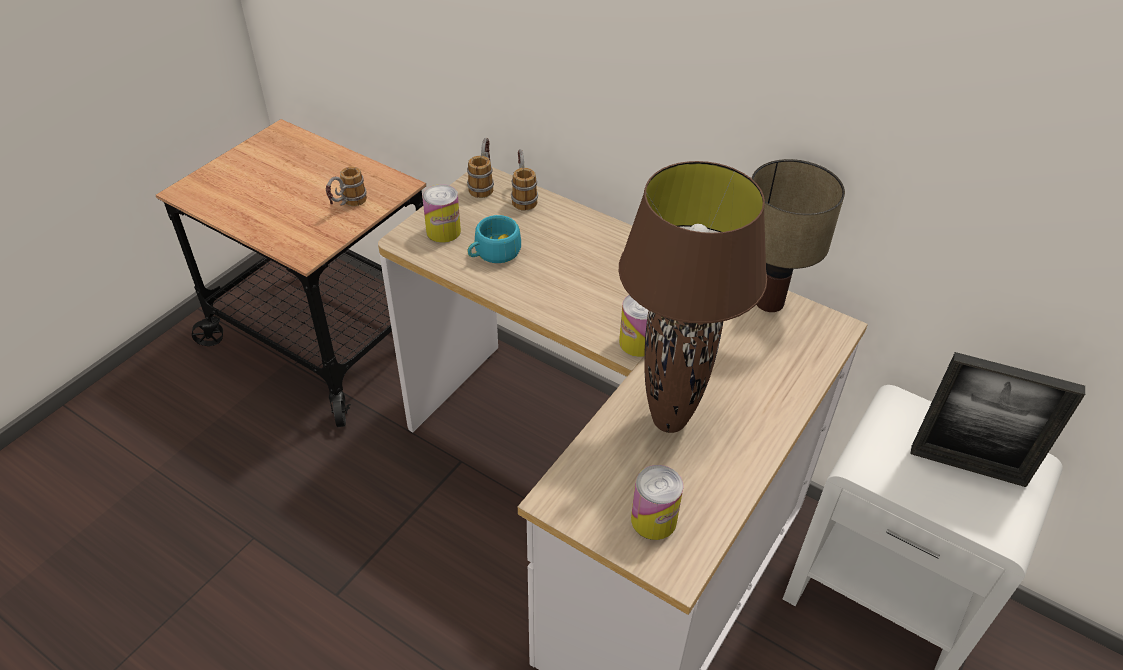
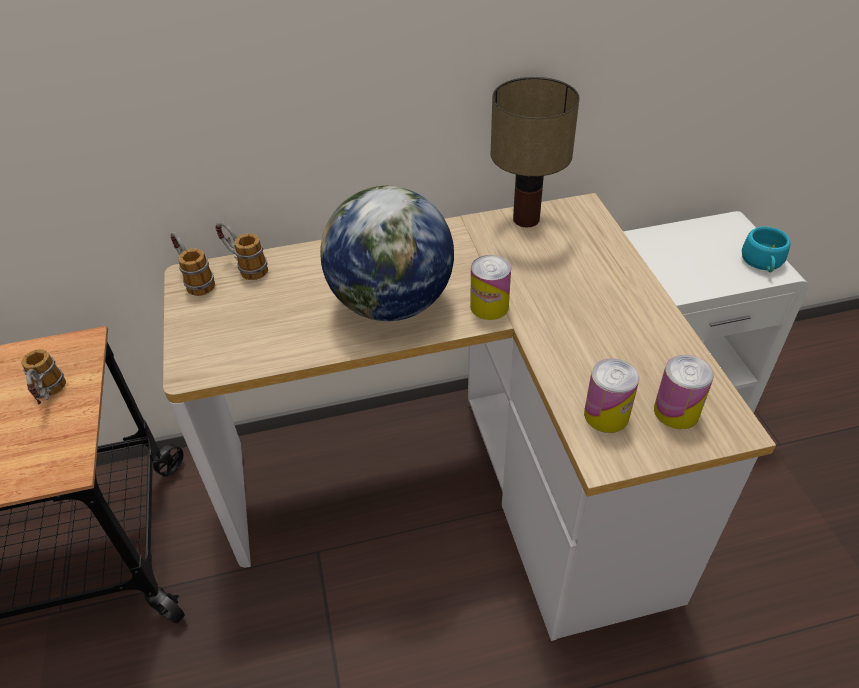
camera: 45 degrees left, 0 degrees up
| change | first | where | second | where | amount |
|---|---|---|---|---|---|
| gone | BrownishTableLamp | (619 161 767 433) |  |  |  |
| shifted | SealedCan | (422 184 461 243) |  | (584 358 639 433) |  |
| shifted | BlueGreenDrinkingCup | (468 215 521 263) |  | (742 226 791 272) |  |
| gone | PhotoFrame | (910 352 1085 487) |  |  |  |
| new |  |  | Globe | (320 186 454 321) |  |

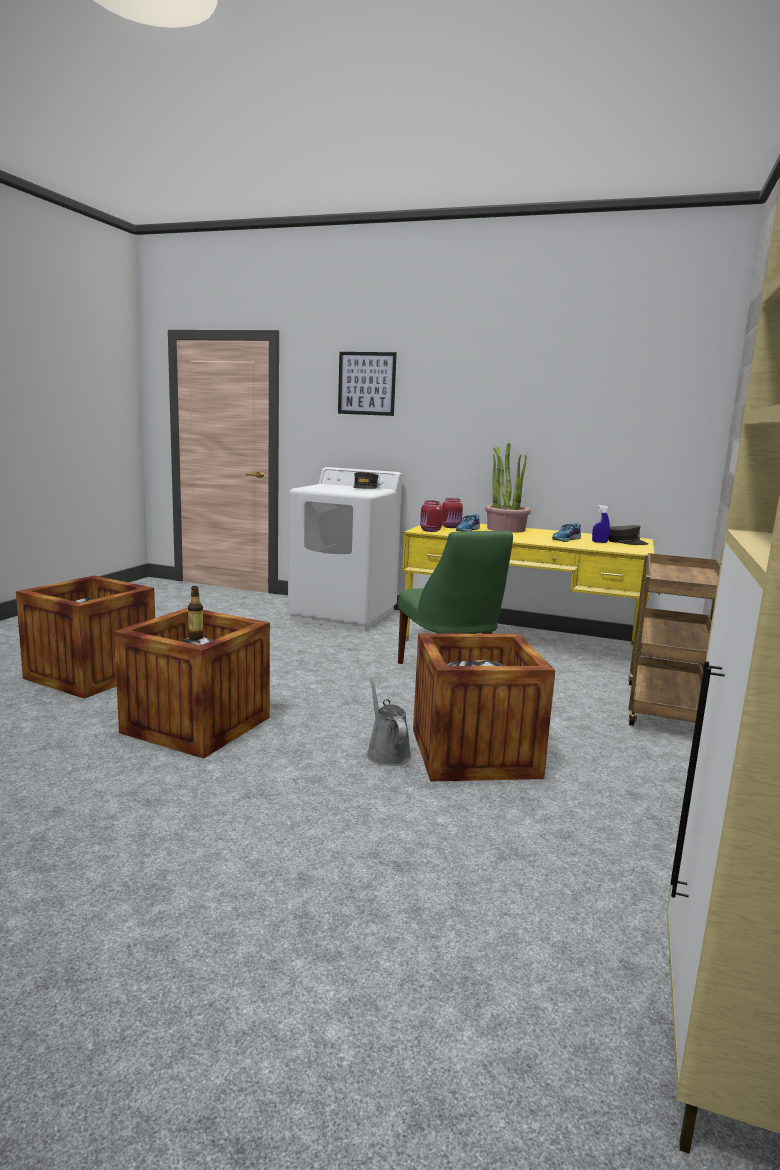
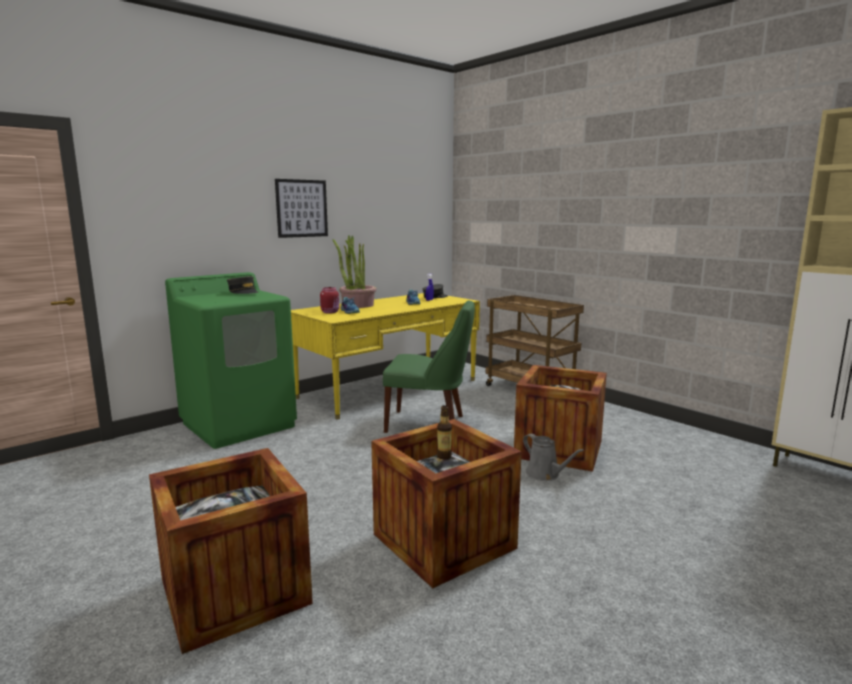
camera: 60 degrees left, 0 degrees up
| change | first | where | second | where | amount |
|---|---|---|---|---|---|
| shifted | Picture | (338 352 397 416) |  | (275 179 328 238) |  |
| repainted | WhiteColouredLaundryAppliance | (288 467 402 631) | GreenColouredLaundryAppliance | (165 272 297 449) |  |
| gone | RedPreserveJar | (420 501 443 532) |  |  |  |
| rotated | GrayWateringPot | (367 678 411 766) |  | (523 434 584 481) | 135 degrees counterclockwise |

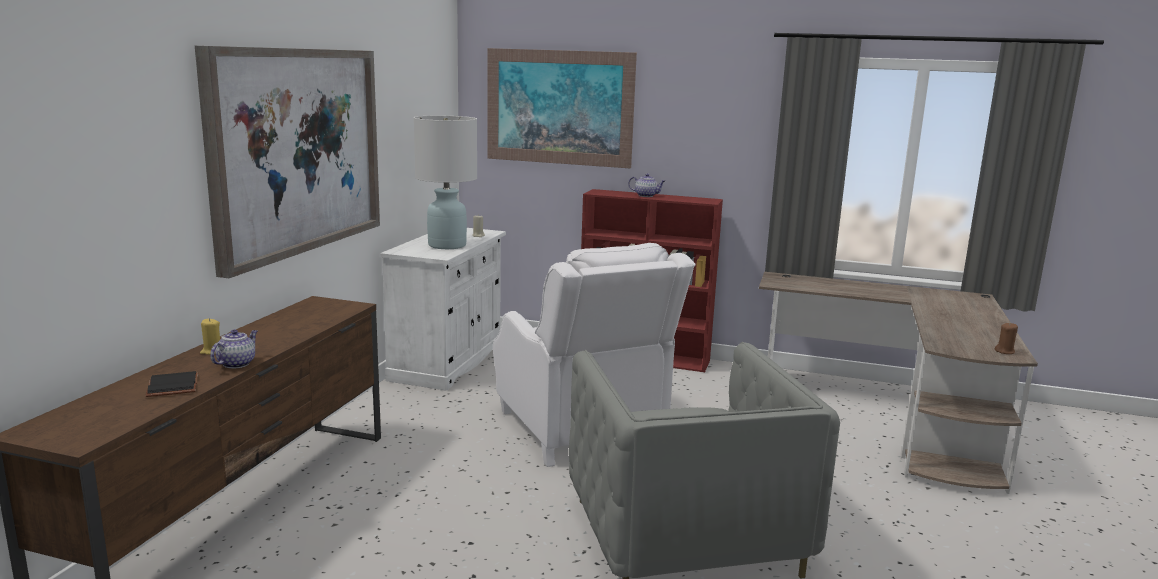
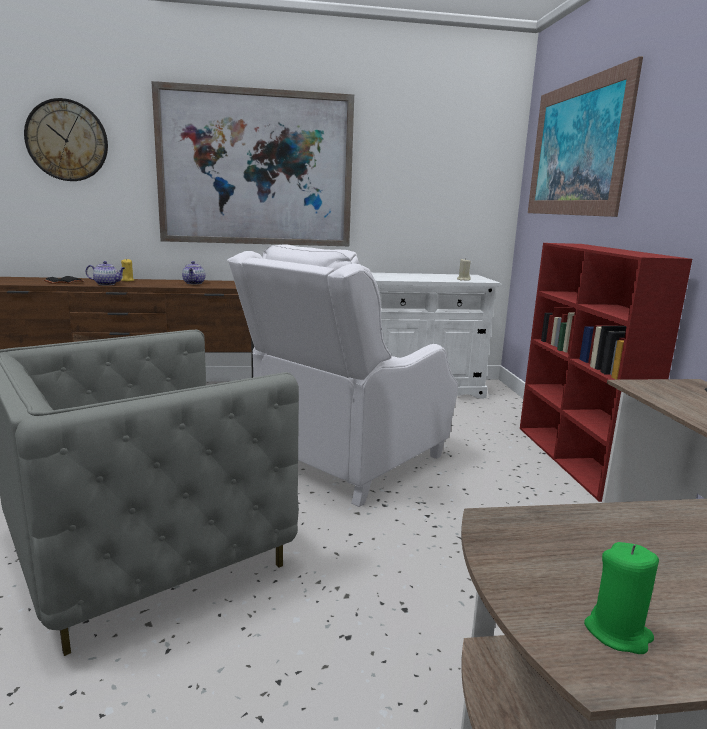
camera: 65 degrees right, 0 degrees up
| change | first | where | second | where | amount |
|---|---|---|---|---|---|
| gone | WhiteColouredTableLamp | (414 116 477 249) |  |  |  |
| shifted | Teapot | (628 174 665 197) |  | (182 261 206 284) |  |
| repainted | BrownishWaxLight | (995 322 1018 354) | GreenColouredWaxLight | (584 542 659 654) |  |
| new |  |  | HangingClock | (24 98 108 181) |  |

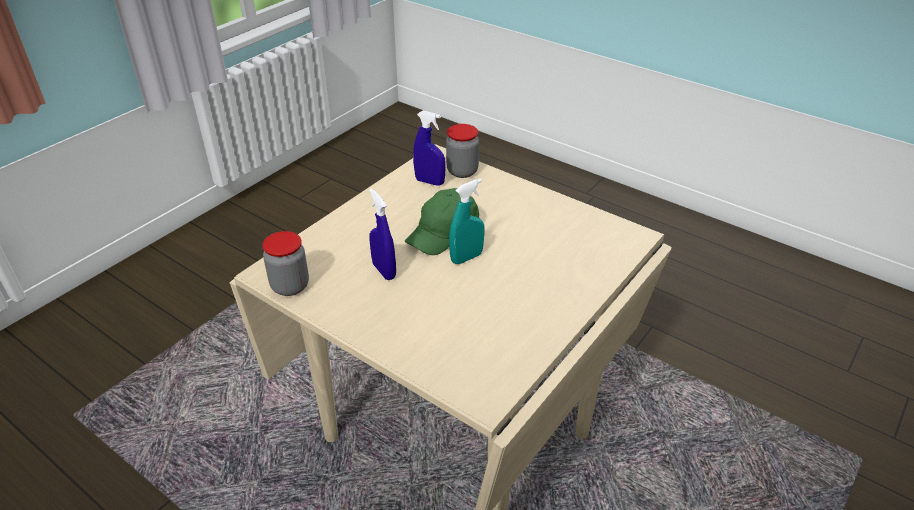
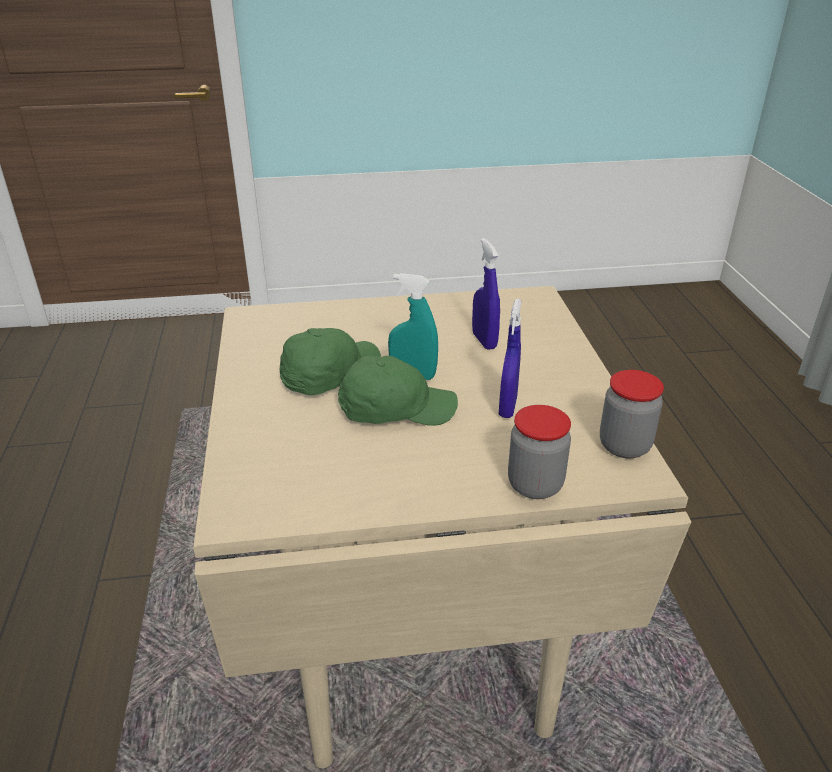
camera: 135 degrees left, 5 degrees down
| change | first | where | second | where | amount |
|---|---|---|---|---|---|
| shifted | BlueSprayer | (413 111 446 186) |  | (472 238 500 350) |  |
| shifted | PreserveJar | (446 124 479 178) |  | (508 405 571 499) |  |
| new |  |  | GreenColouredCap | (280 328 381 395) |  |

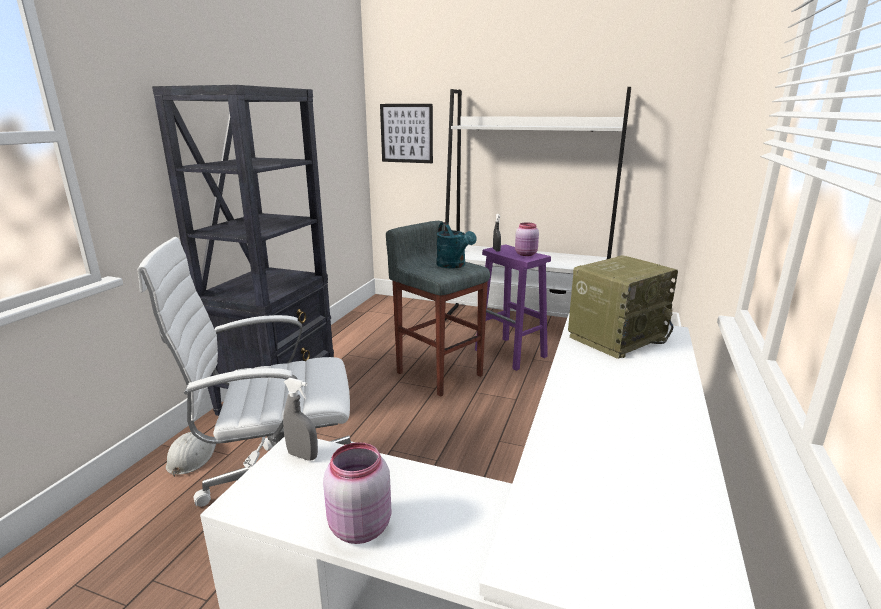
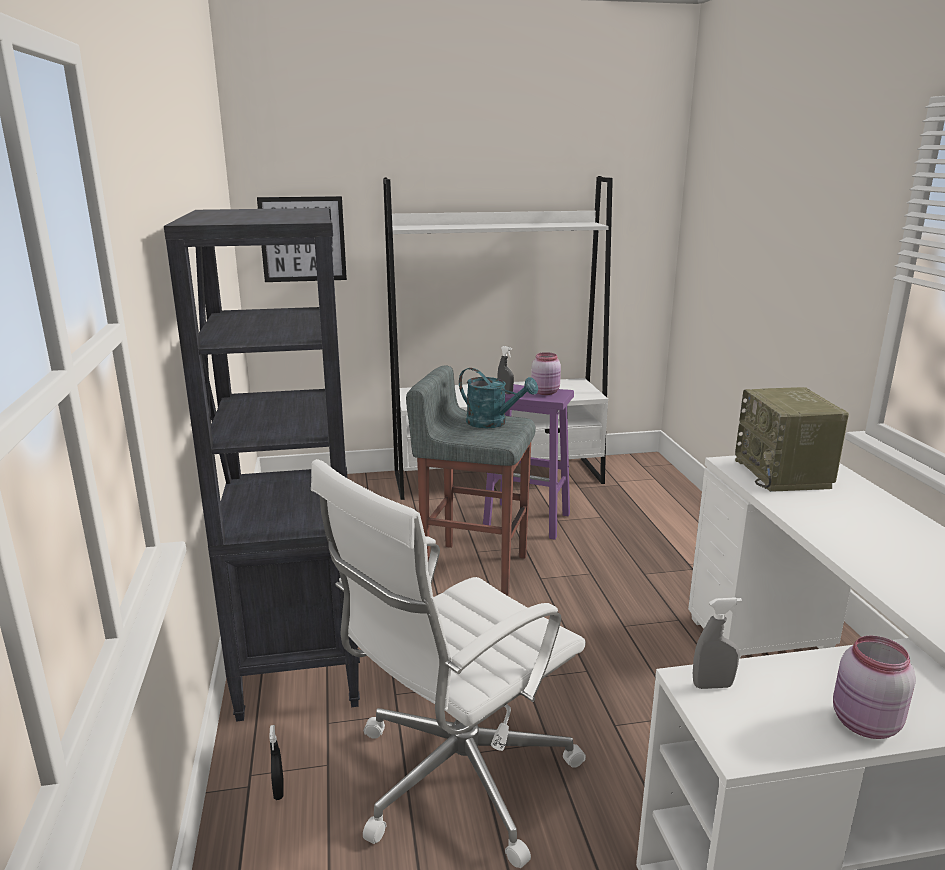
camera: 30 degrees left, 0 degrees up
| change | first | where | second | where | amount |
|---|---|---|---|---|---|
| rotated | RadioSet | (568 255 678 359) |  | (735 387 849 492) | 150 degrees clockwise |
| swapped | WhiteColouredWorkHelmet | (166 432 216 477) | BlackSprayer | (269 725 284 800) |  |

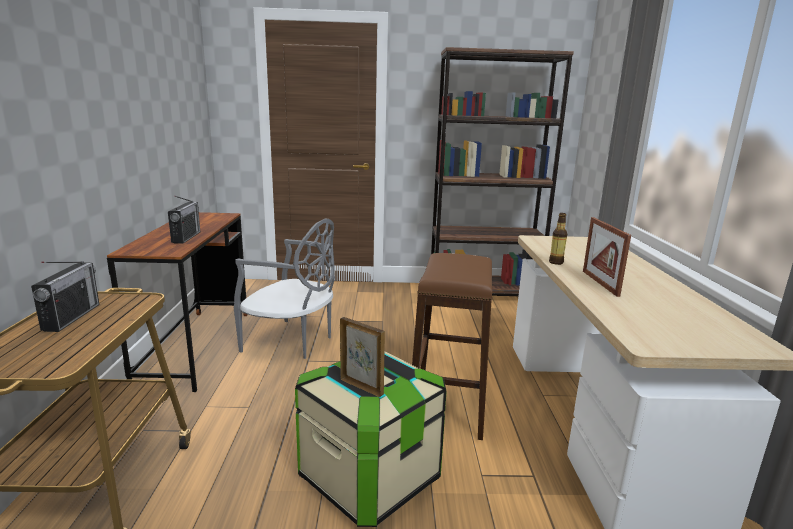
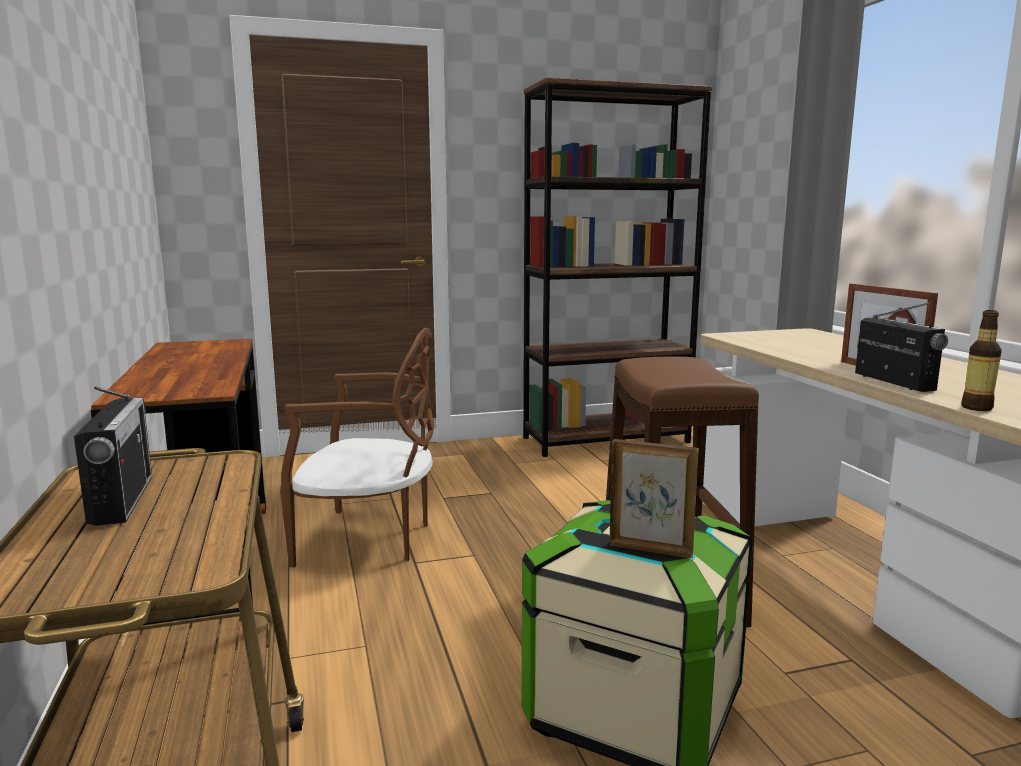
camera: 15 degrees left, 5 degrees down
| change | first | where | second | where | amount |
|---|---|---|---|---|---|
| shifted | RadioSet | (168 196 200 244) |  | (855 301 948 392) |  |
| shifted | Bottle | (549 213 568 265) |  | (962 310 1002 411) |  |
| repainted | GrayChair | (234 219 335 359) | BrownishChair | (280 328 434 567) |  |

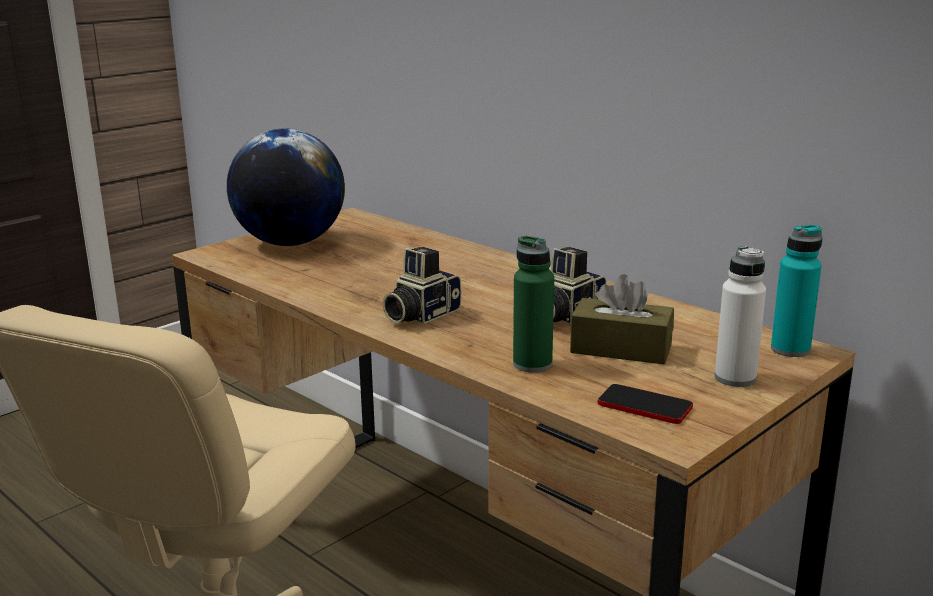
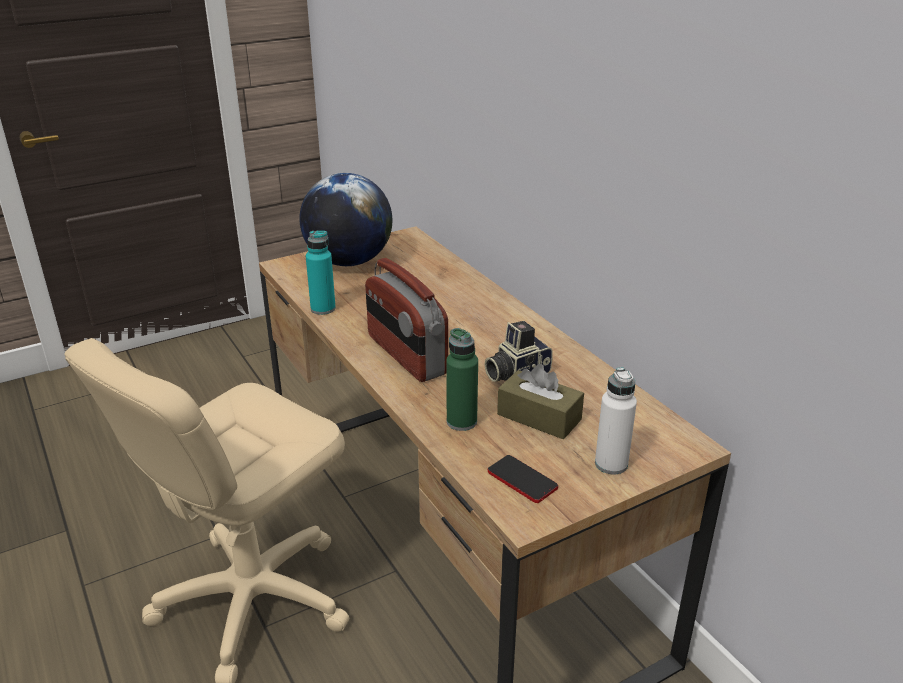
camera: 15 degrees right, 10 degrees up
| change | first | where | second | where | amount |
|---|---|---|---|---|---|
| shifted | BlueGreenBottle | (771 225 822 357) |  | (306 231 336 315) |  |
| swapped | PhotoCamera | (382 247 462 324) | RadioSet | (365 258 448 382) |  |

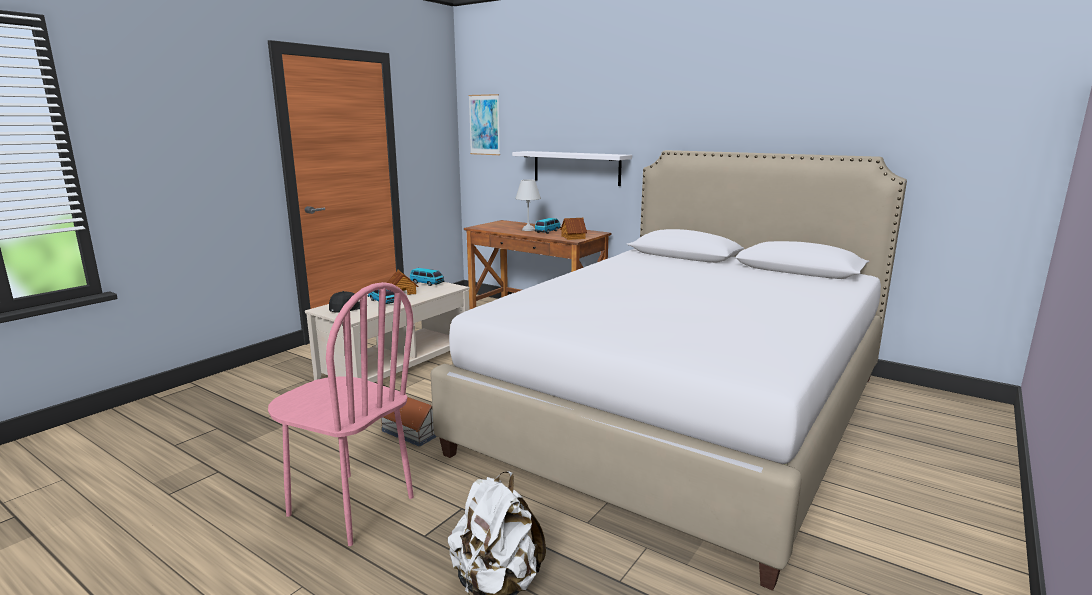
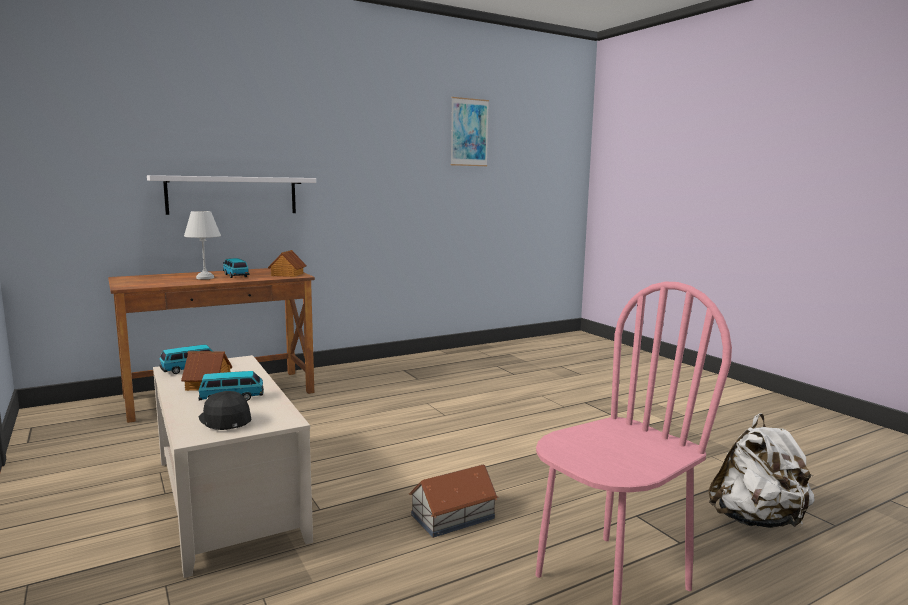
camera: 65 degrees left, 5 degrees down
| change | first | where | second | where | amount |
|---|---|---|---|---|---|
| shifted | Picture | (468 94 500 155) |  | (450 97 489 166) |  |
| gone | WhiteColouredBed | (430 150 907 591) |  |  |  |

